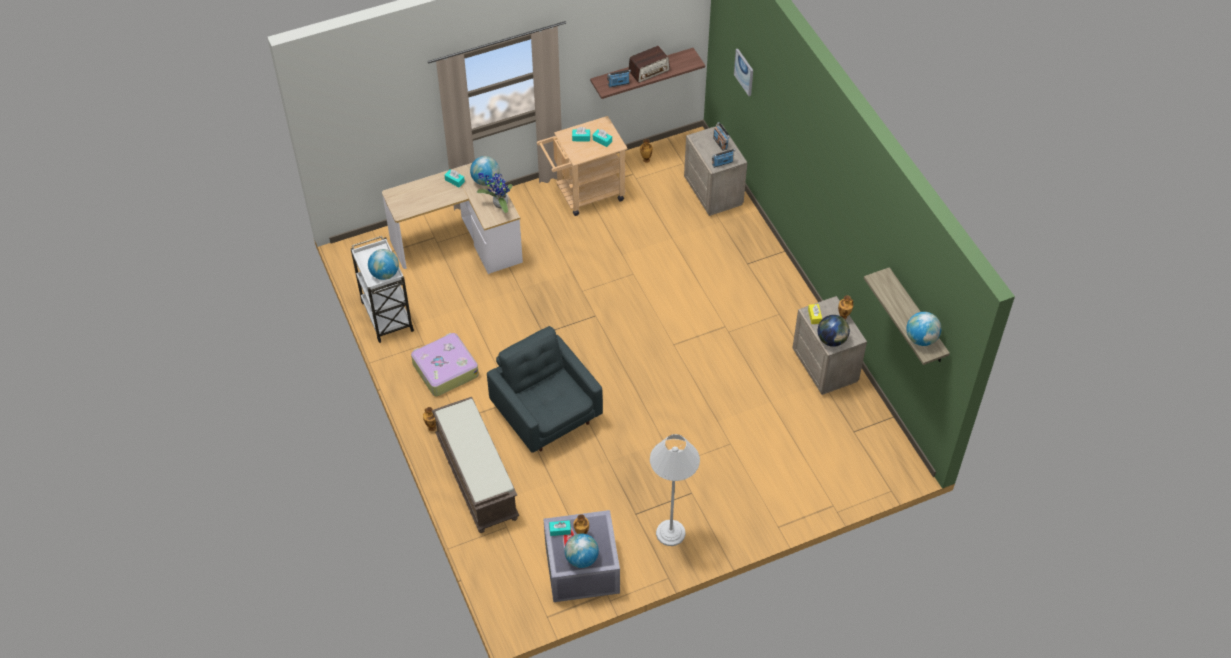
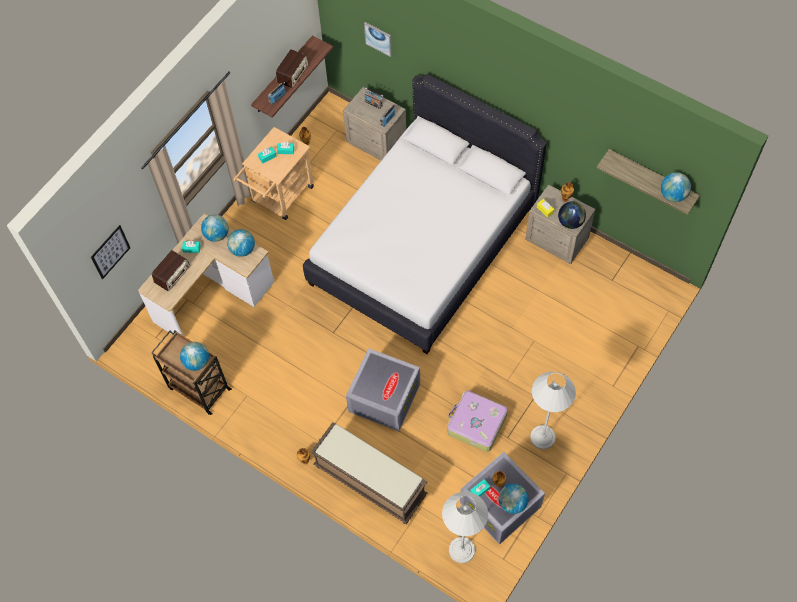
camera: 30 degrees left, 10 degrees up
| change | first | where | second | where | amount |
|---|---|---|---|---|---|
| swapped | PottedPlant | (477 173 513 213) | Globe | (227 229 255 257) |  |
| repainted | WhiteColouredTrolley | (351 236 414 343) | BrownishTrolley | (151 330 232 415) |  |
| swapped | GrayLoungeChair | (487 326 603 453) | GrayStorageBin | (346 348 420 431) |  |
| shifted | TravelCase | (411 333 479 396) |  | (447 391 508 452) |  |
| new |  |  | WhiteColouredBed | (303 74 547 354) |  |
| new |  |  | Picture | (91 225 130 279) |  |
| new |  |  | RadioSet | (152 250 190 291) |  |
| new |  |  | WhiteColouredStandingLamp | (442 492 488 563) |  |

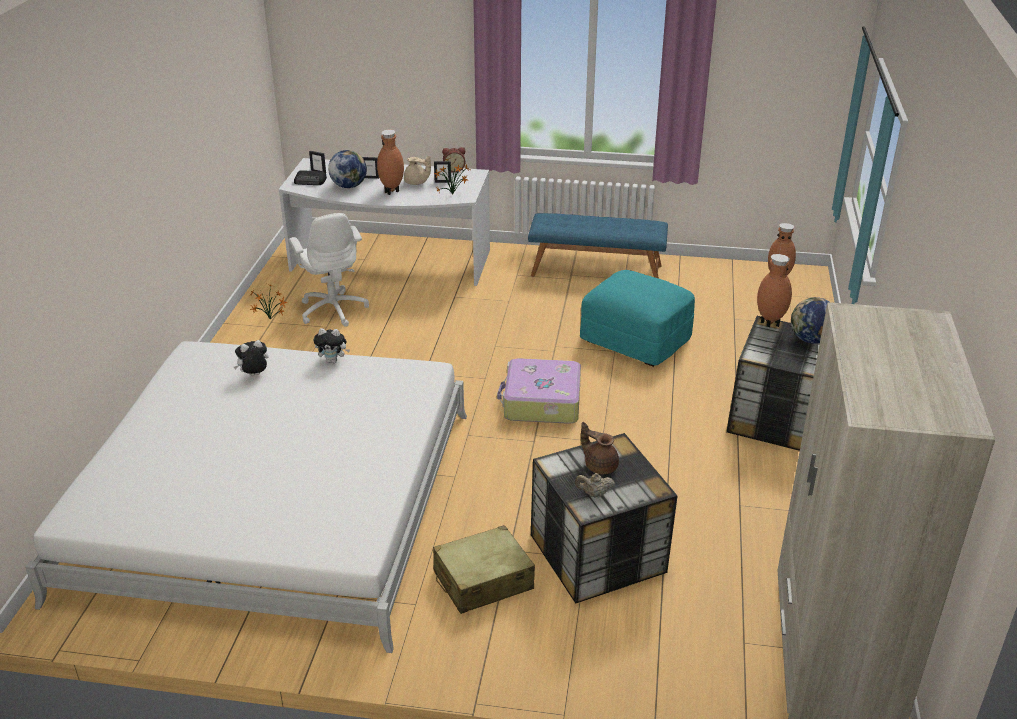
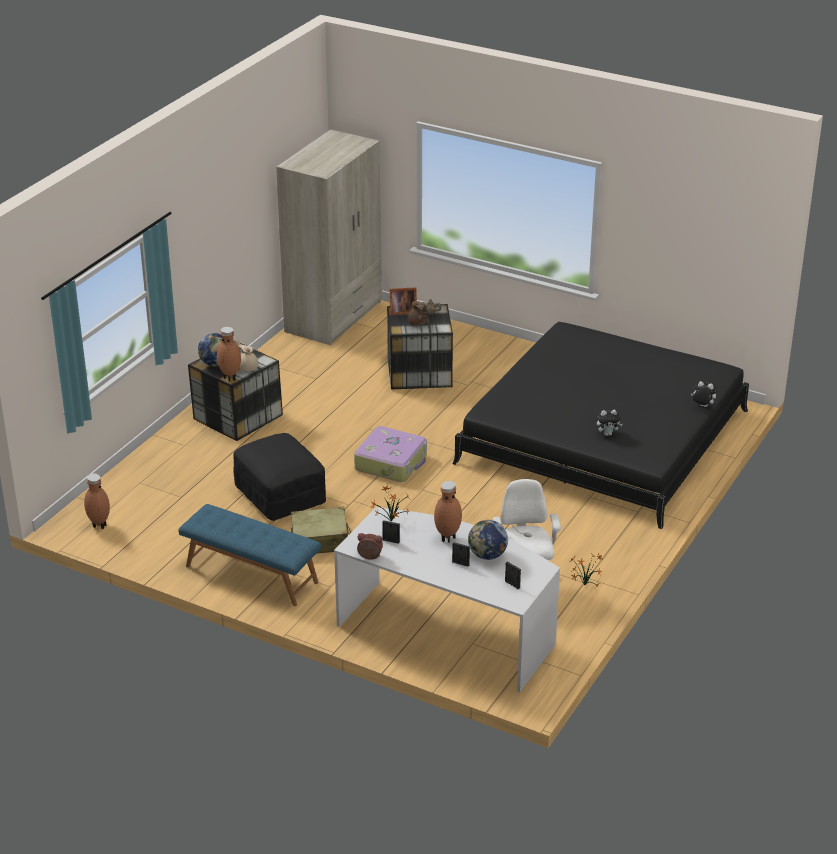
camera: 160 degrees left, 0 degrees up
| change | first | where | second | where | amount |
|---|---|---|---|---|---|
| shifted | SandColouredTeapot | (404 156 431 185) |  | (235 339 258 371) |  |
| gone | RadioSet | (294 170 327 185) |  |  |  |
| repainted | BlueGreenOttoman | (580 270 695 367) | BlackOttoman | (233 433 326 521) |  |
| shifted | PlushToy | (313 328 350 363) |  | (691 381 717 407) |  |
| repainted | WhiteColouredBed | (25 341 467 653) | BlackBed | (452 322 749 529) |  |
| shifted | SandColouredTravelCase | (433 525 535 614) |  | (291 507 351 553) |  |
| new |  |  | PhotoFrame | (390 287 417 315) |  |

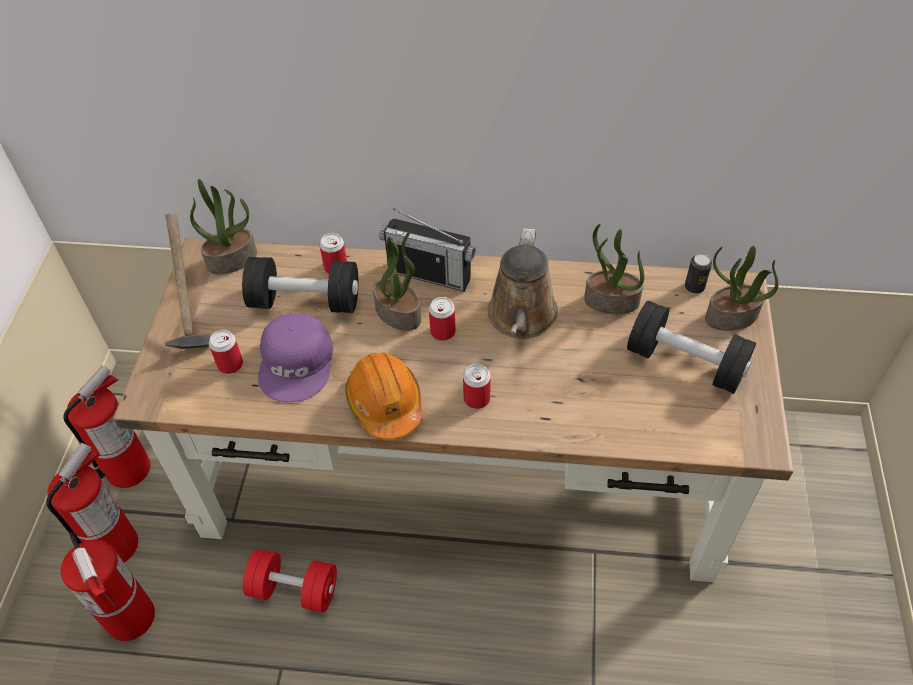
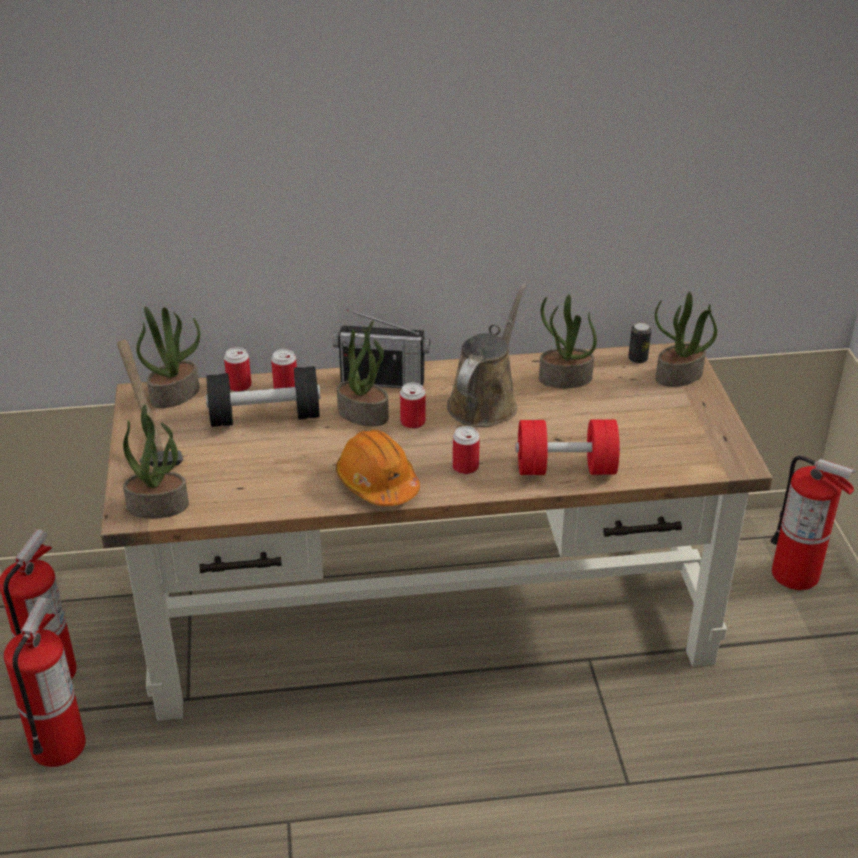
camera: 15 degrees left, 15 degrees down
| change | first | where | second | where | amount |
|---|---|---|---|---|---|
| rotated | BrownishWateringPot | (488 228 558 339) |  | (447 283 527 427) | 150 degrees counterclockwise |
| gone | BlackFreeWeight | (627 301 756 394) |  |  |  |
| gone | PurpleCap | (258 313 333 403) |  |  |  |
| shifted | SealedCan | (209 330 243 374) |  | (224 347 252 392) |  |
| shifted | FireFightingCylinder | (61 532 155 641) |  | (771 456 856 590) |  |
| shifted | RedFreeWeight | (243 549 337 612) |  | (515 419 620 475) |  |
| new |  |  | PottedPlant | (123 405 189 519) |  |

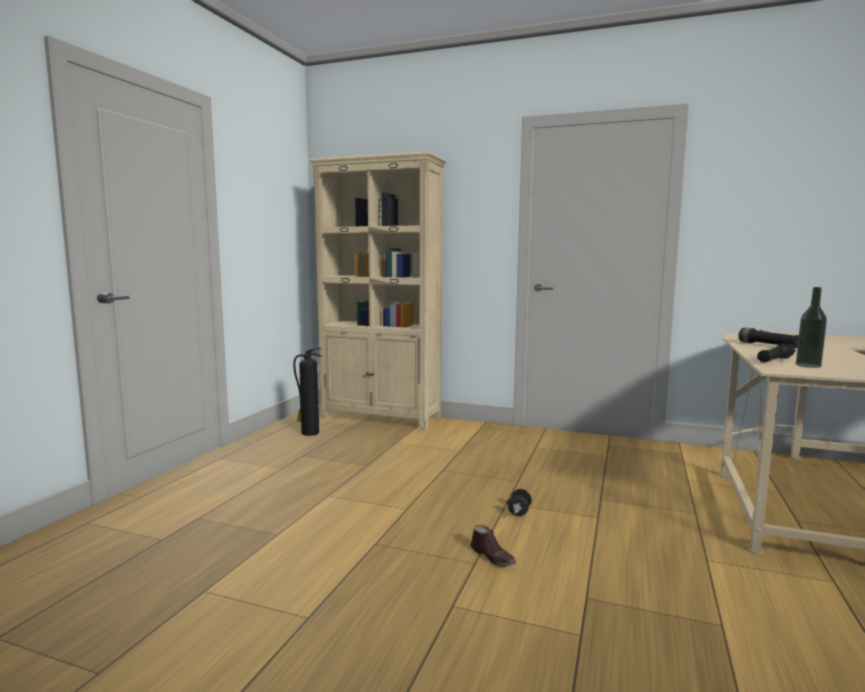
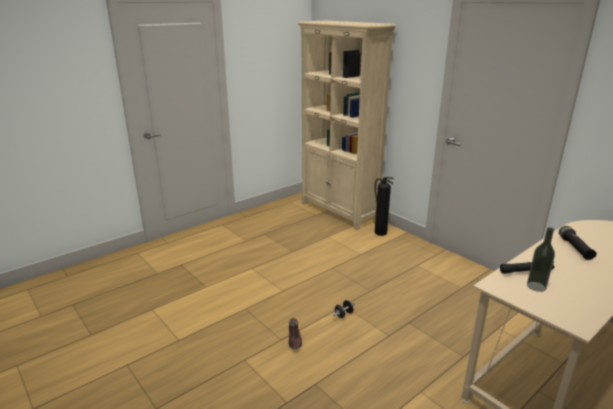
camera: 30 degrees right, 15 degrees up
| change | first | where | second | where | amount |
|---|---|---|---|---|---|
| shifted | FireFightingCylinder | (293 348 321 436) |  | (373 177 394 236) |  |

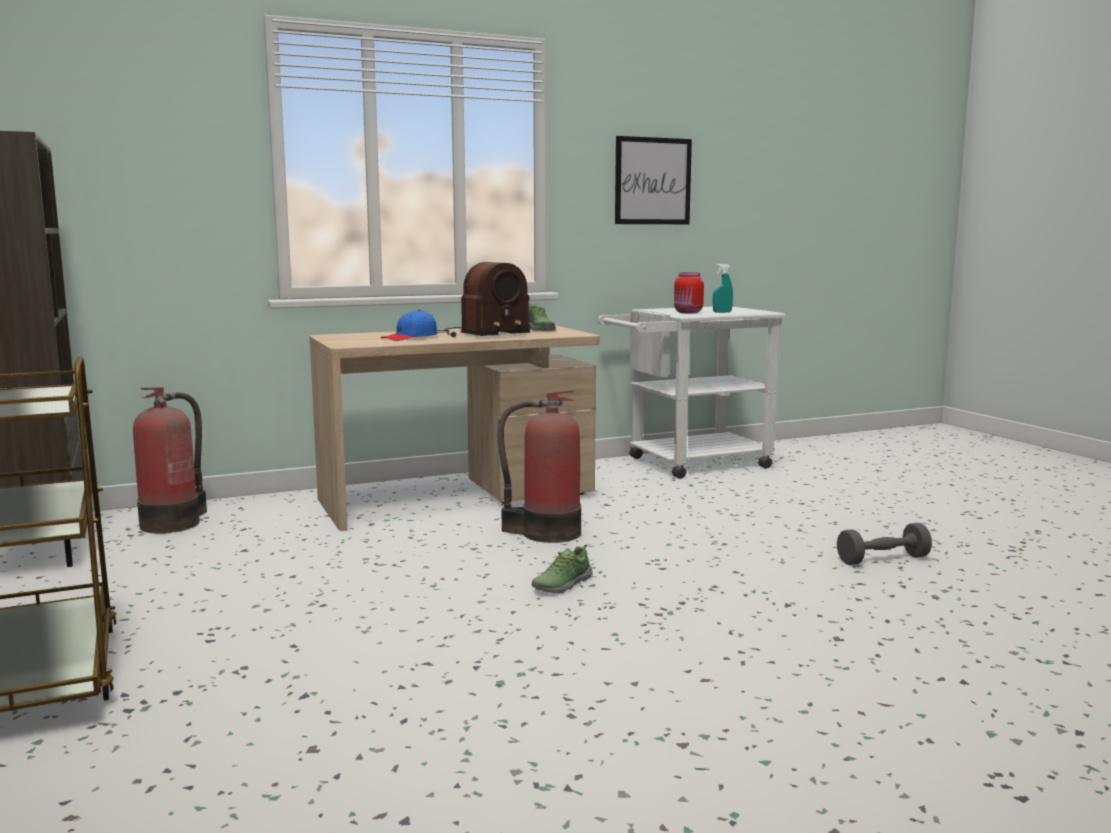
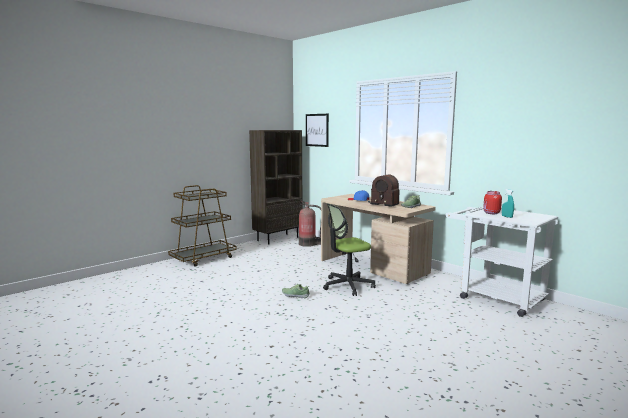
camera: 70 degrees right, 0 degrees up
| change | first | where | second | where | amount |
|---|---|---|---|---|---|
| shifted | Picture | (615 136 692 224) |  | (306 114 329 147) |  |
| swapped | FireFightingCylinder | (498 390 581 543) | ComputerChair | (323 203 376 296) |  |
| gone | GrayFreeWeight | (837 523 932 565) |  |  |  |

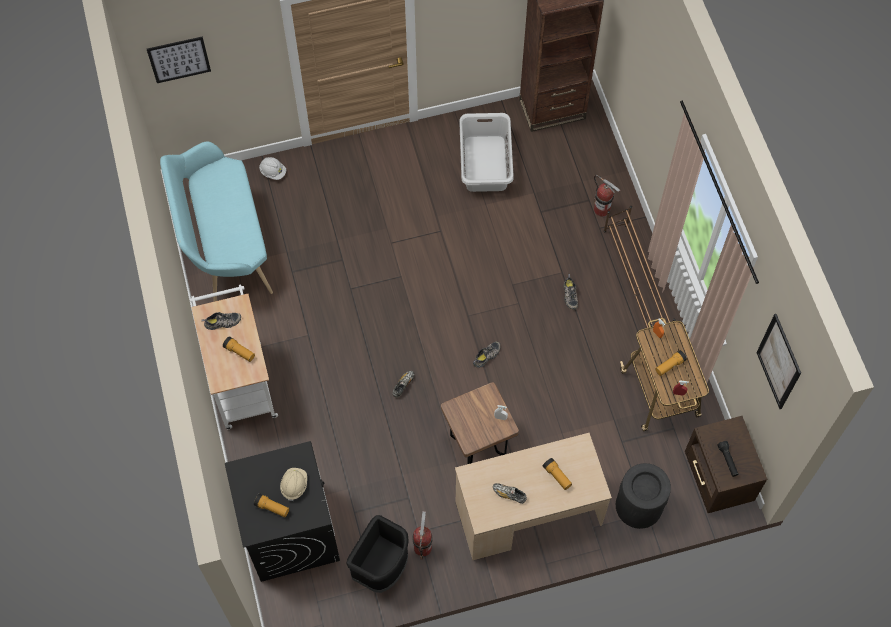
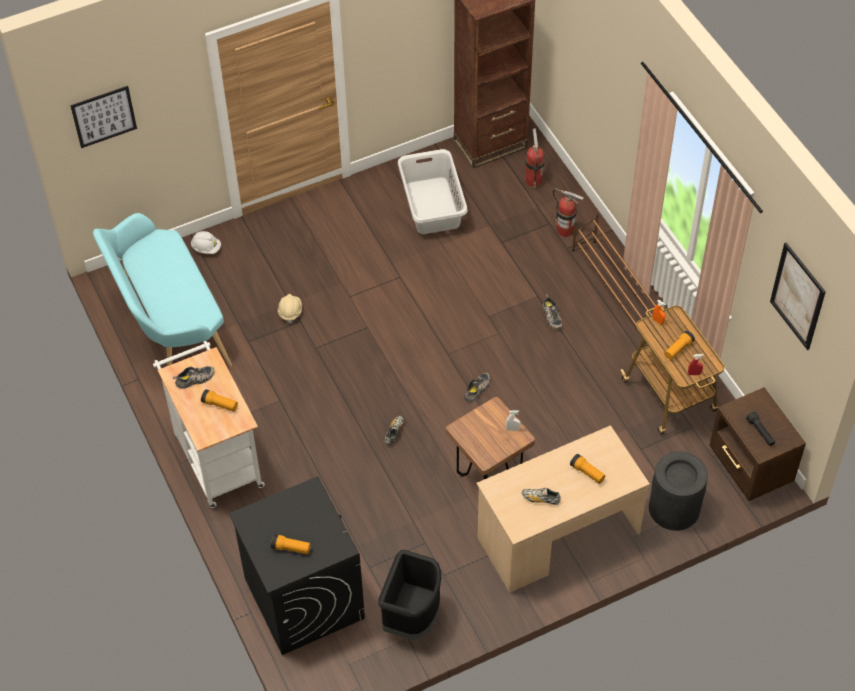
camera: 10 degrees left, 10 degrees down
| change | first | where | second | where | amount |
|---|---|---|---|---|---|
| shifted | SandColouredWorkHelmet | (280 468 307 501) |  | (278 294 302 323) |  |
| shifted | FireFightingCylinder | (412 511 433 560) |  | (525 128 544 189) |  |

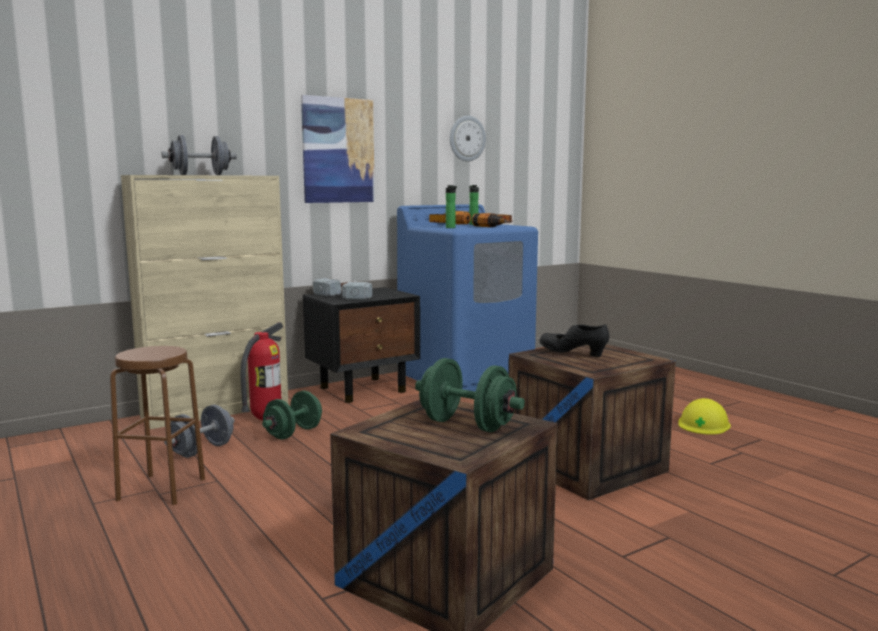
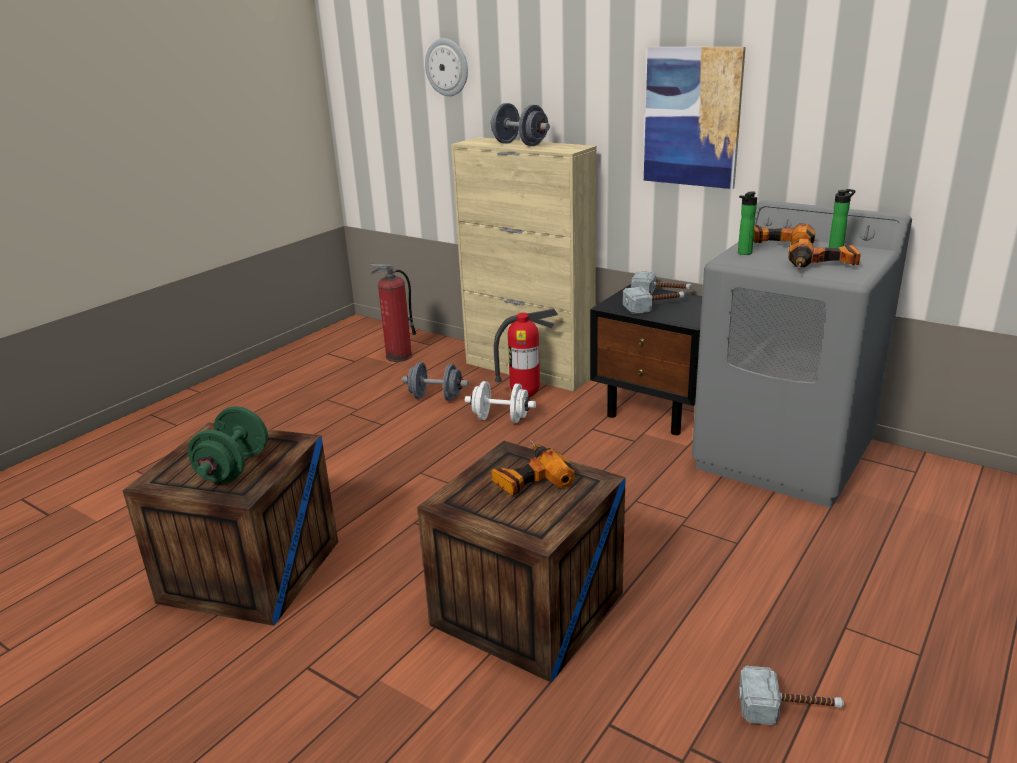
camera: 70 degrees right, 15 degrees up
| change | first | where | second | where | amount |
|---|---|---|---|---|---|
| shifted | HangingClock | (450 116 486 162) |  | (425 38 468 96) |  |
| repainted | BlueLaundryAppliance | (397 204 538 392) | GrayLaundryAppliance | (692 200 912 507) |  |
| swapped | BlackItemOfFootwear | (539 324 609 357) | Drill | (491 440 574 496) |  |
| gone | BrownishStool | (110 346 205 505) |  |  |  |
| repainted | GreenColouredFreeWeight | (262 391 322 440) | WhiteColouredFreeWeight | (465 381 536 423) |  |
| swapped | YellowColouredWorkHelmet | (678 398 731 435) | Hammer | (739 666 844 725) |  |
| new |  |  | FireFightingCylinder | (370 264 416 362) |  |

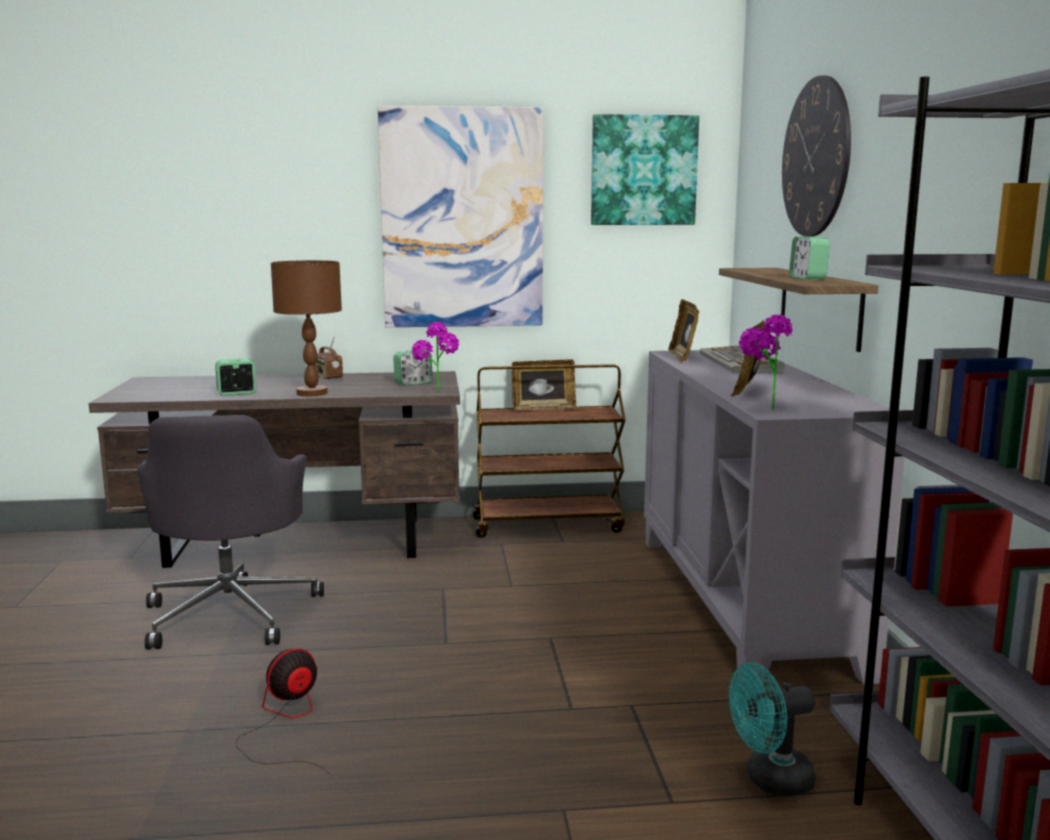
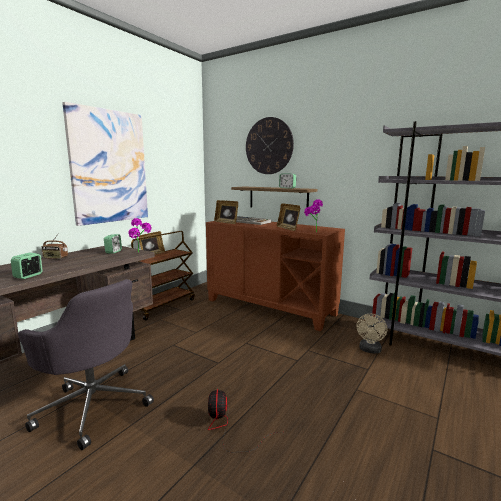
camera: 50 degrees left, 0 degrees up
| change | first | where | second | where | amount |
|---|---|---|---|---|---|
| gone | Picture | (591 114 699 225) |  |  |  |
| gone | BrownishTableLamp | (271 260 342 396) |  |  |  |
| repainted | GrayCupboard | (644 350 904 690) | BrownishCupboard | (206 221 345 332) |  |
| repainted | BlueGreenCoolingFan | (729 663 816 797) | SandColouredCoolingFan | (357 314 387 354) |  |

